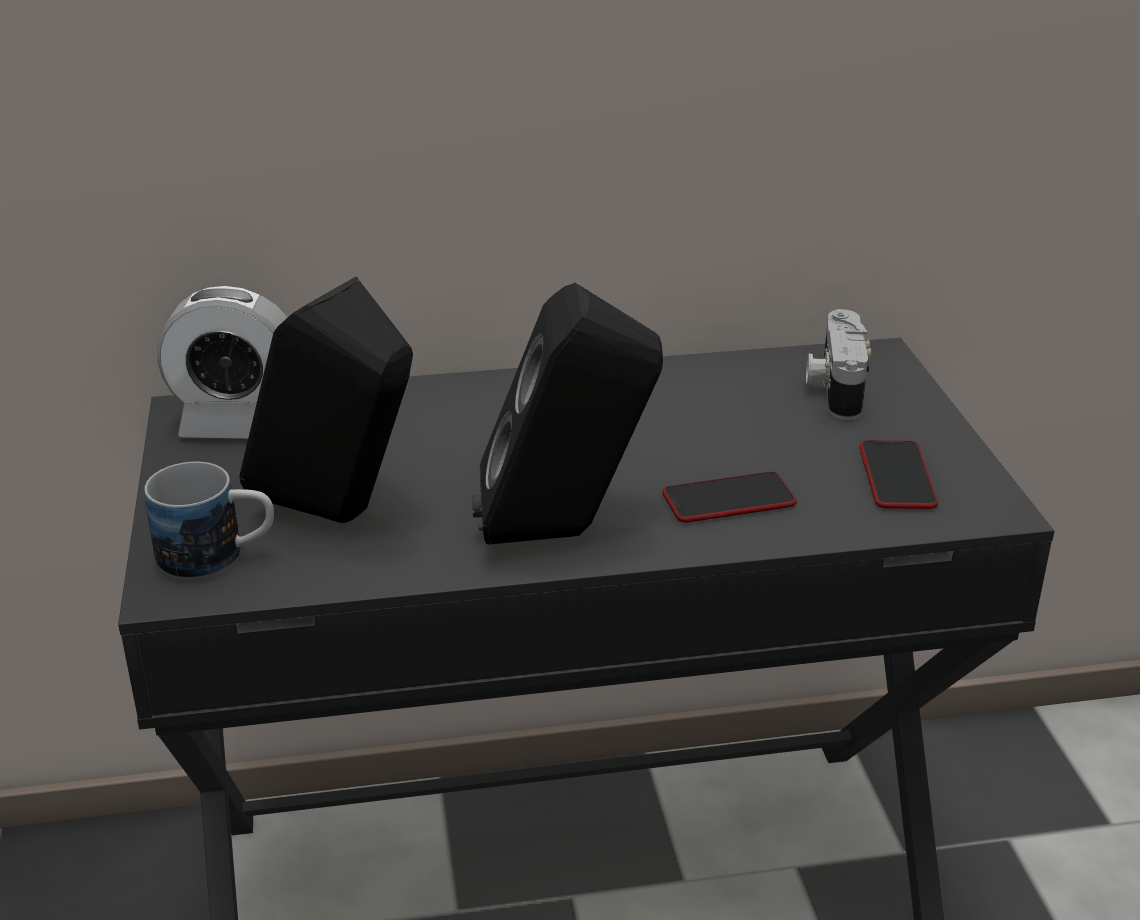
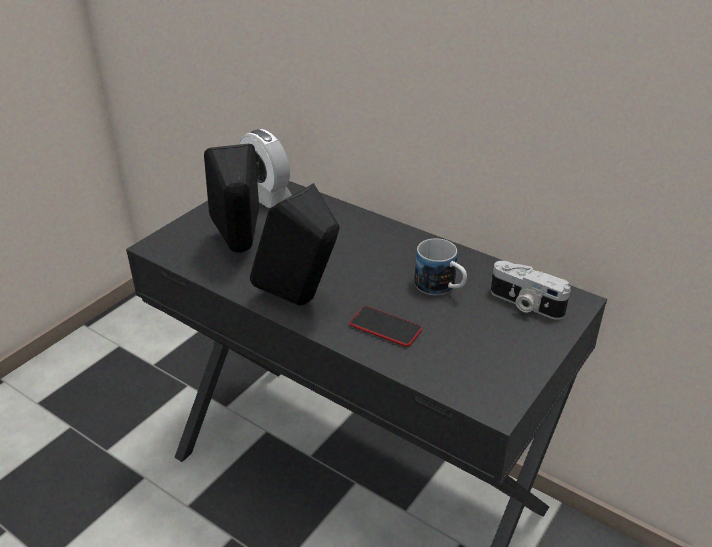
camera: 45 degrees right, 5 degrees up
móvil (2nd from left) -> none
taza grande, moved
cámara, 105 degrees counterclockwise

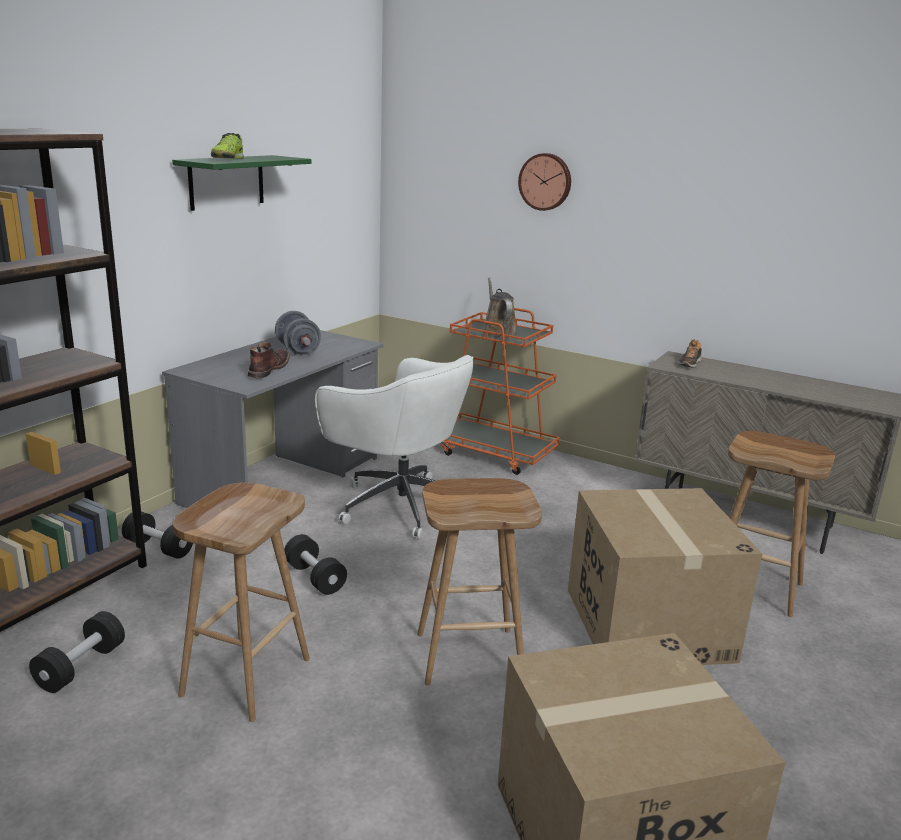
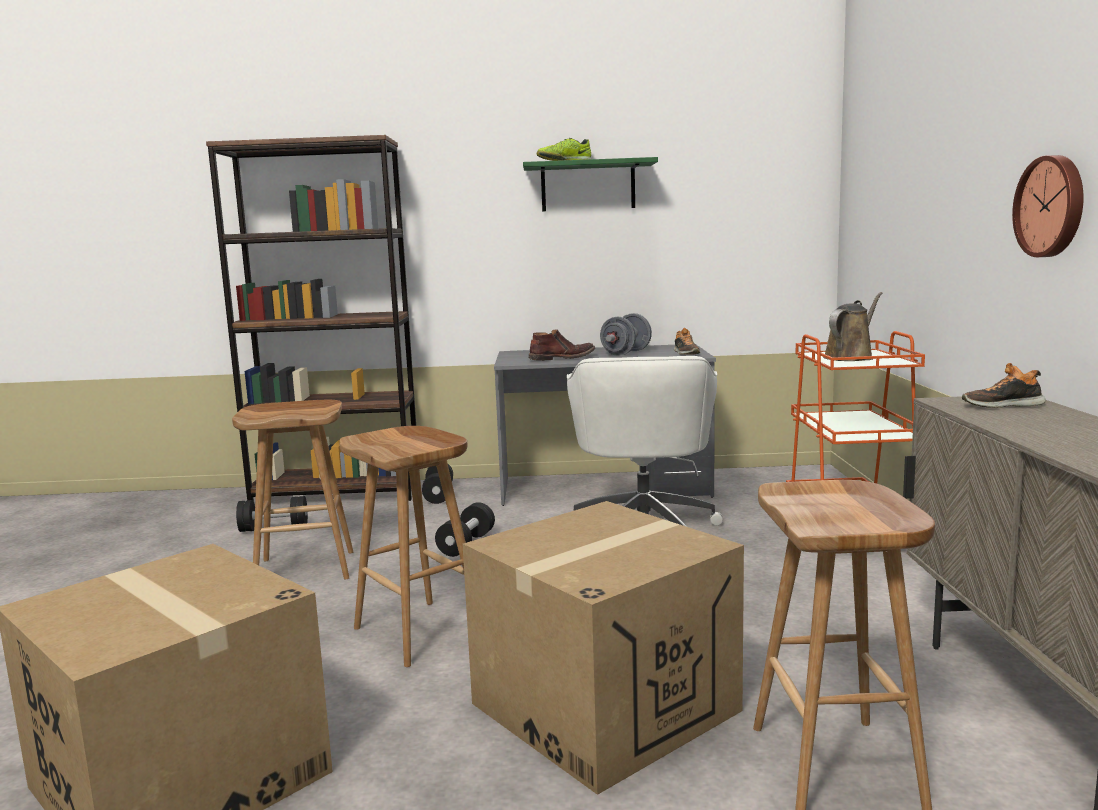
camera: 60 degrees right, 10 degrees down
none -> zapato (2nd from left)
reloj de pared, moved

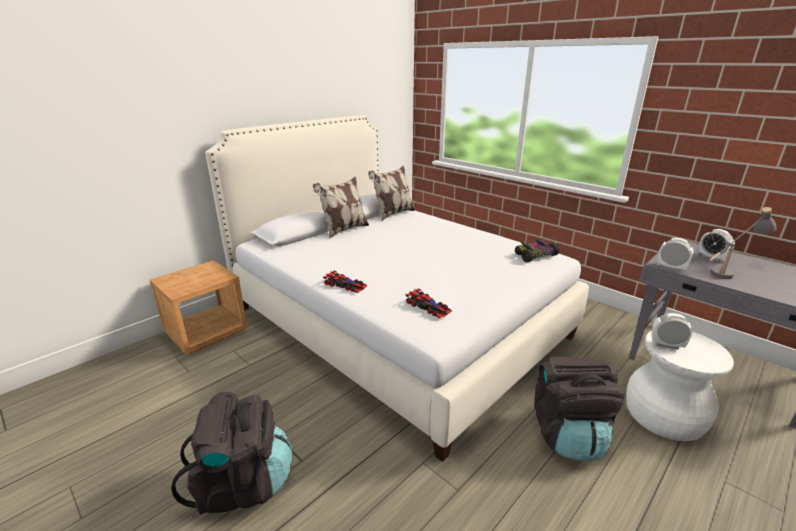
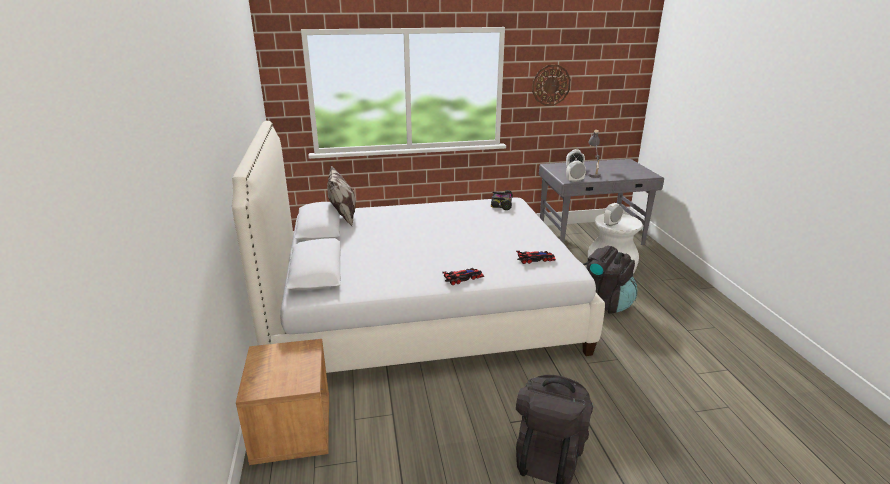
camera: 55 degrees left, 0 degrees up
cojín (1st from left) -> none
none -> reloj de pared

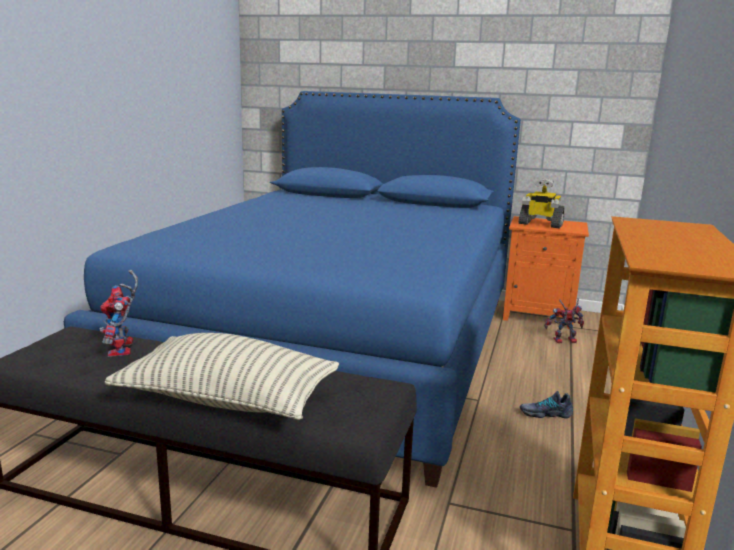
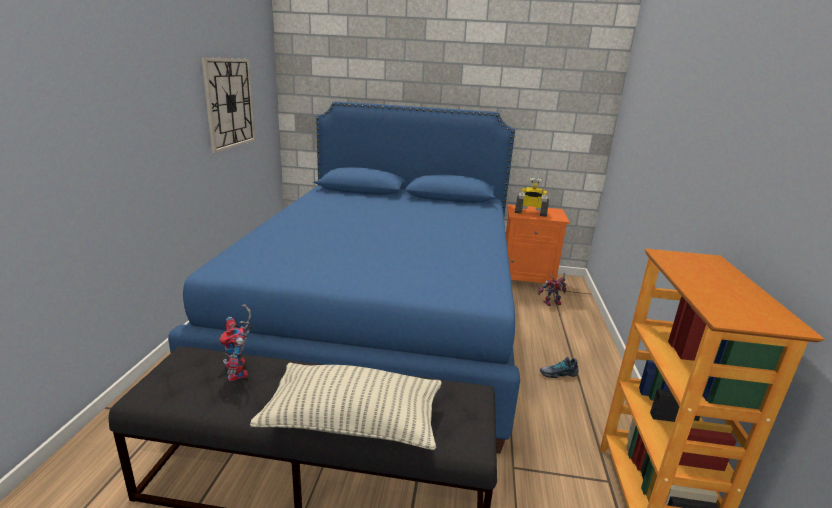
camera: 10 degrees left, 5 degrees up
none -> reloj de pared

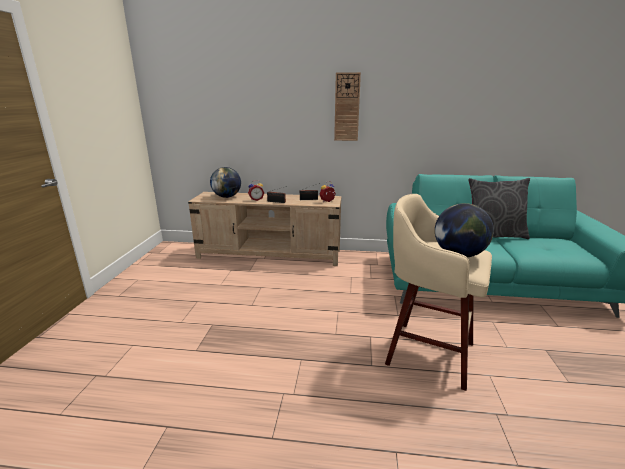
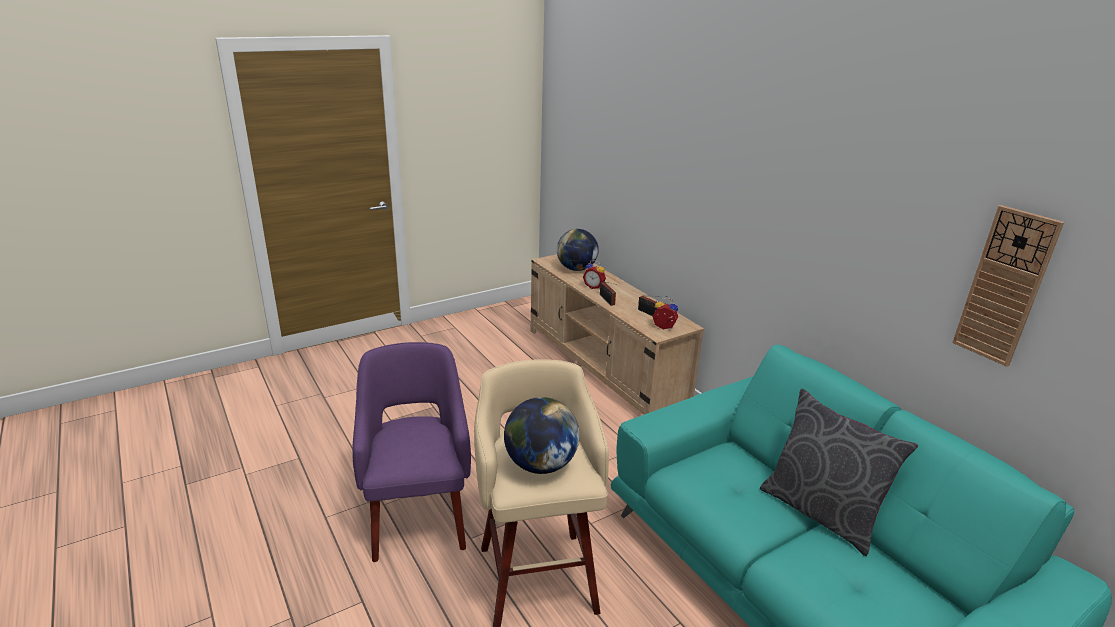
camera: 50 degrees right, 5 degrees up
none -> sillón [morado]
reloj de pared, moved

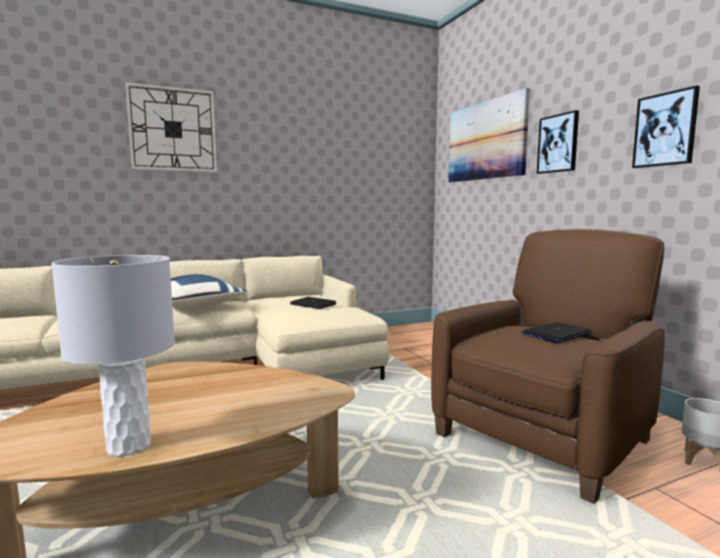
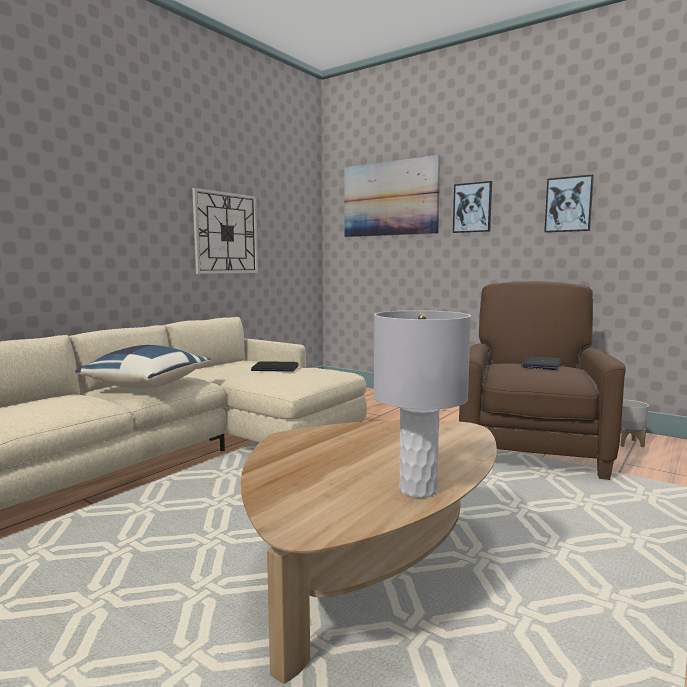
camera: 30 degrees left, 0 degrees up
reloj de pared, moved

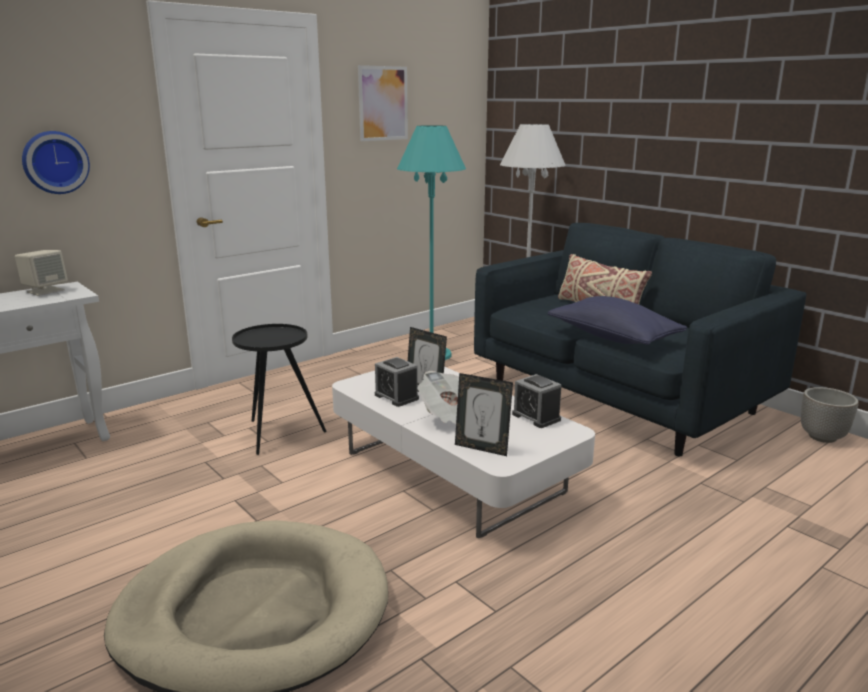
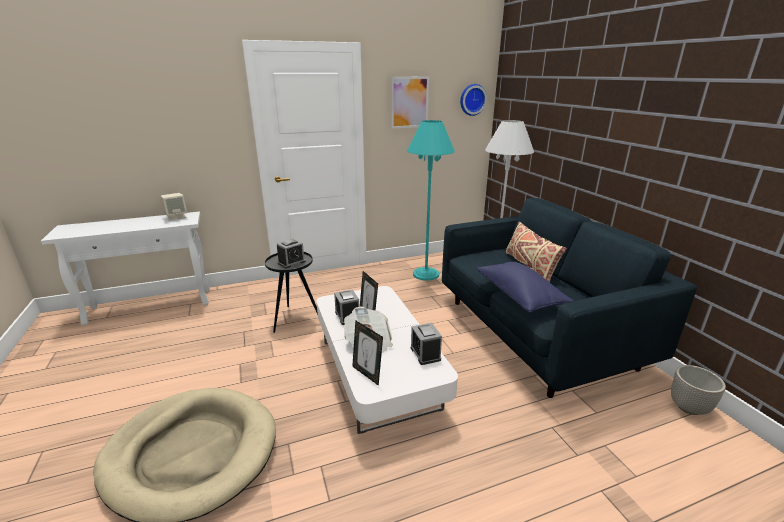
camera: 20 degrees right, 5 degrees up
none -> despertador (1st from left)
reloj de pared, moved

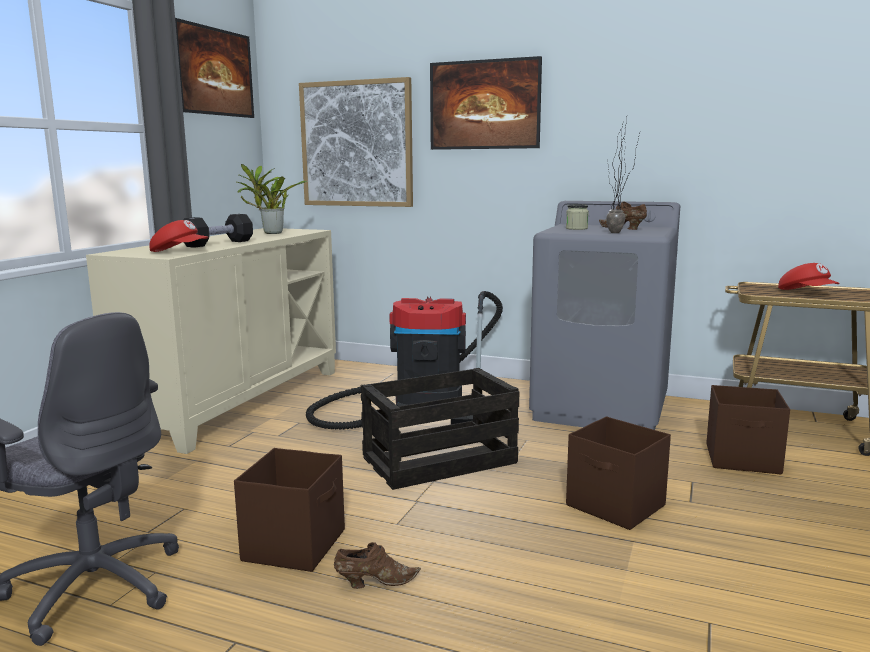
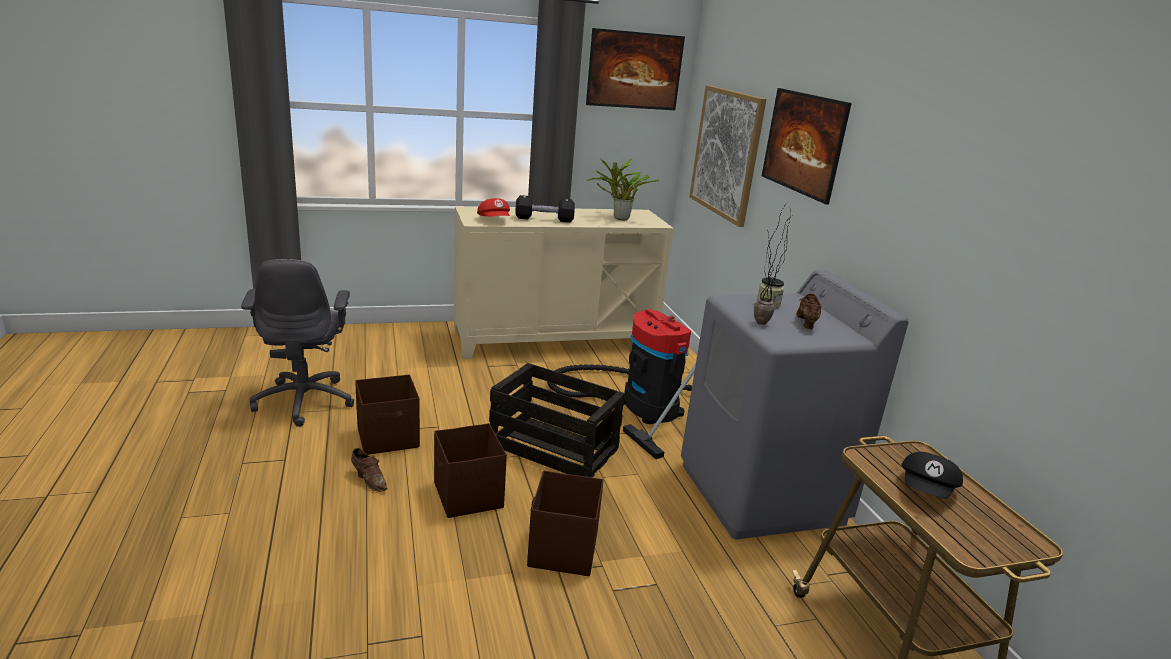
camera: 50 degrees right, 10 degrees up
caja de almacenaje [marrón] (3rd from left in the first image) -> caja de almacenaje [marrón] (2nd from left), moved
gorra [rojo] (2nd from left) -> gorra [negro]

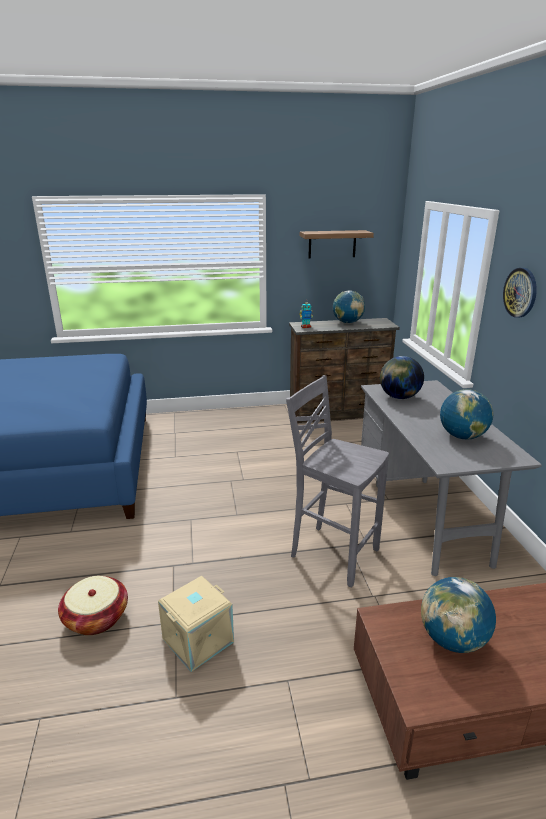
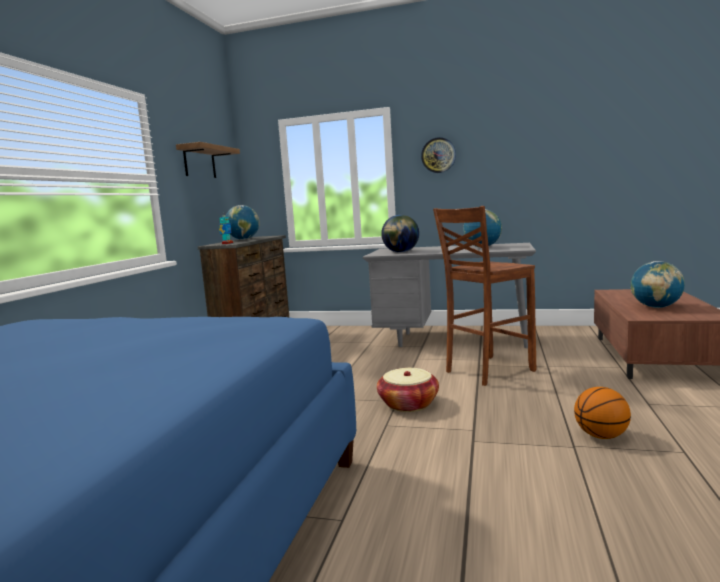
camera: 65 degrees left, 15 degrees down
cesta, moved
caja de almacenaje [beis] -> balón de baloncesto
taburete [gris] -> taburete [marrón]

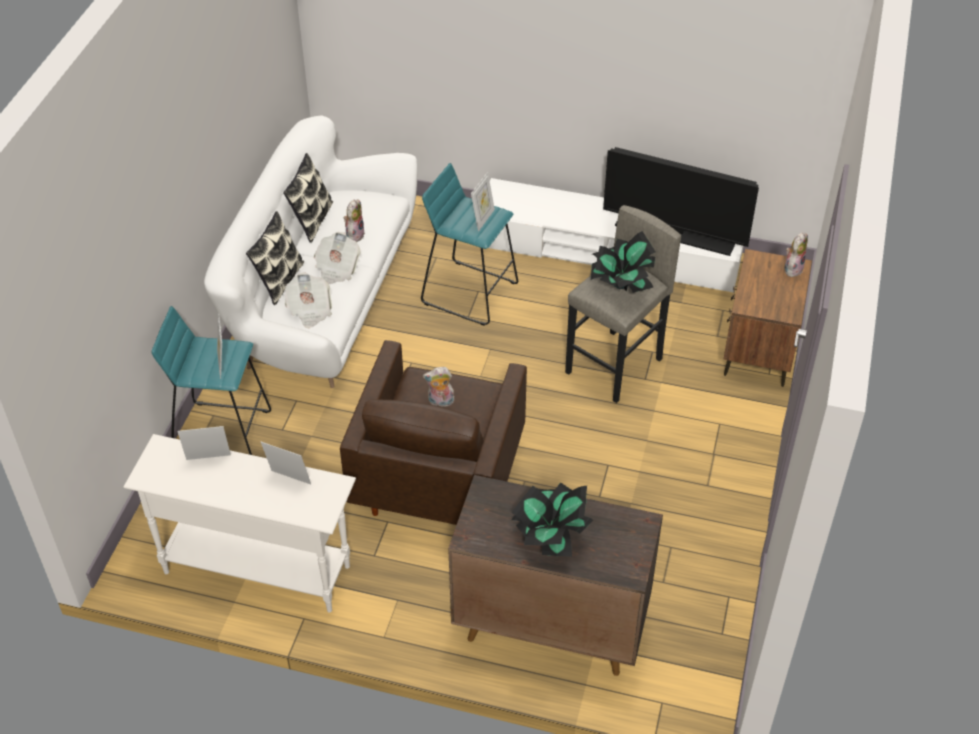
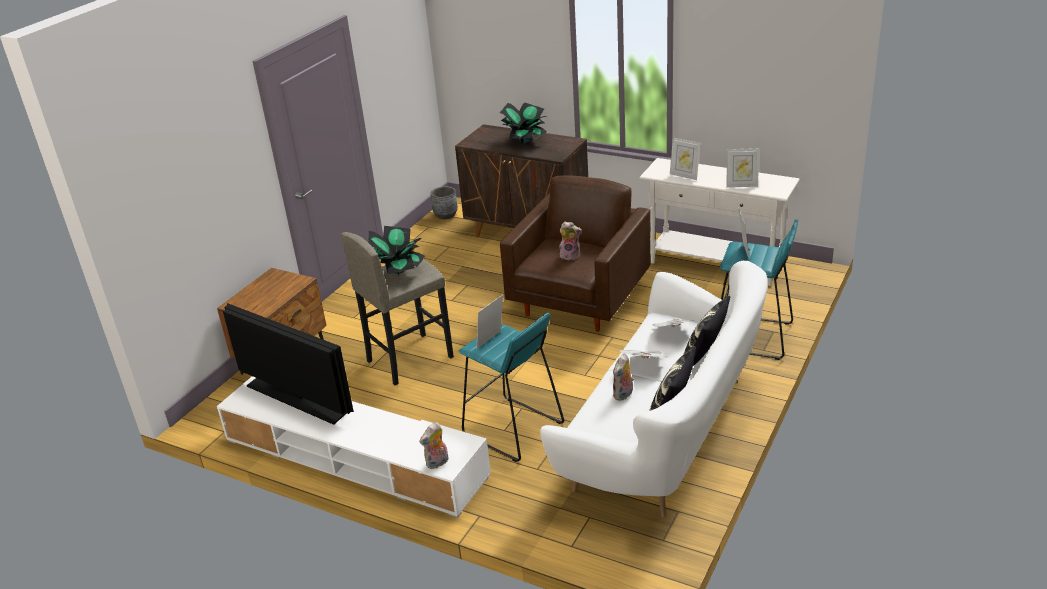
camera: 165 degrees left, 15 degrees down
none -> maceta [gris]
peluche (3rd from left in the first image) -> peluche (1st from left), moved

